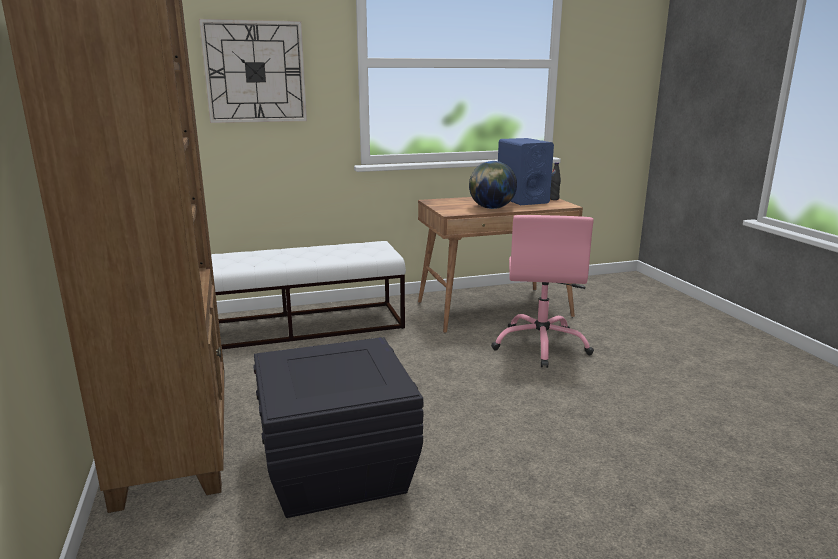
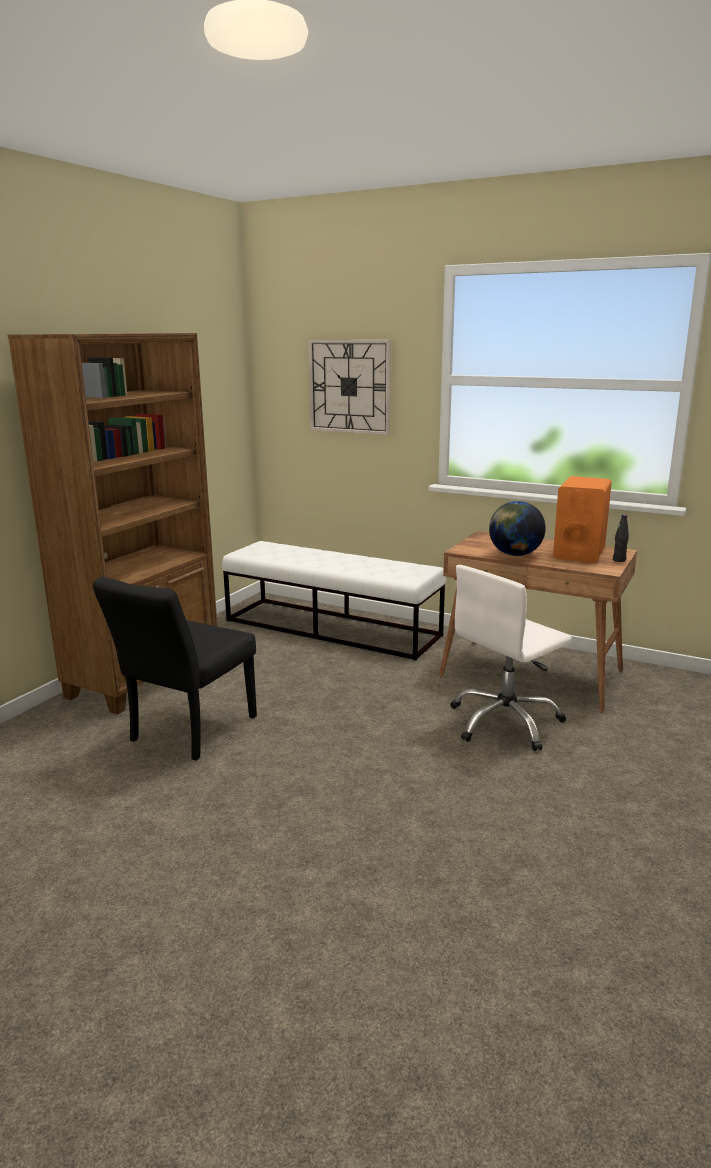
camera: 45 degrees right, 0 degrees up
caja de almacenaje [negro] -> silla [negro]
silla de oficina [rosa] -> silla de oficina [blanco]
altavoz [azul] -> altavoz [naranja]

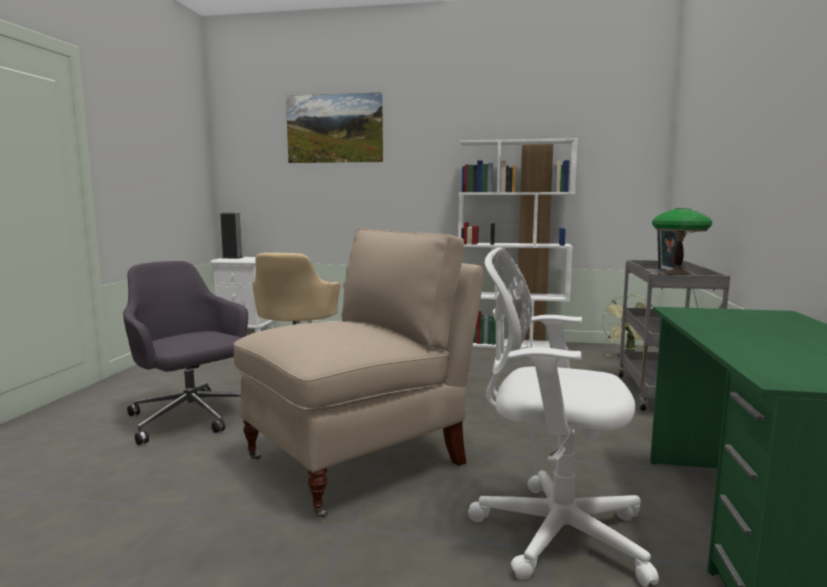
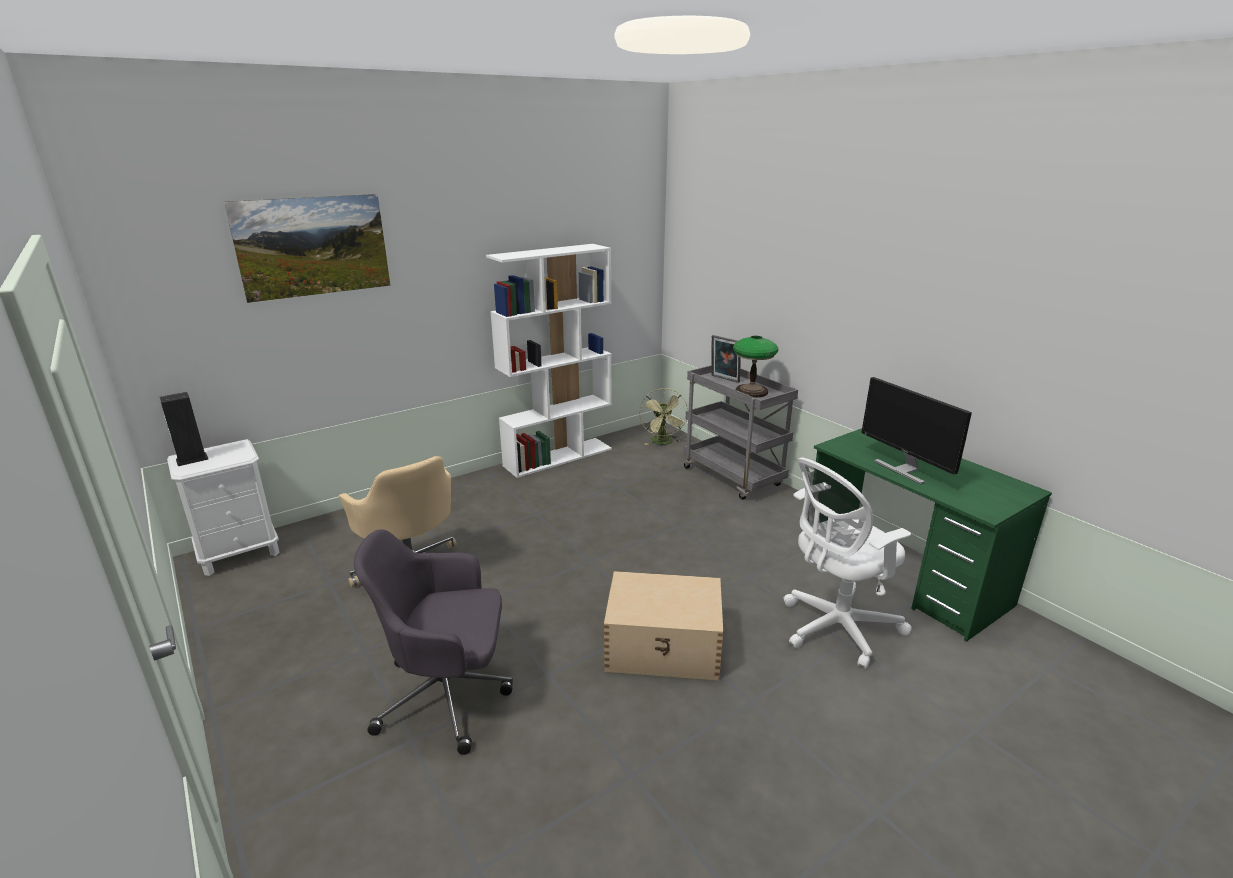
camera: 45 degrees left, 15 degrees up
none -> monitor
silla [beis] -> caja de almacenaje [beis]

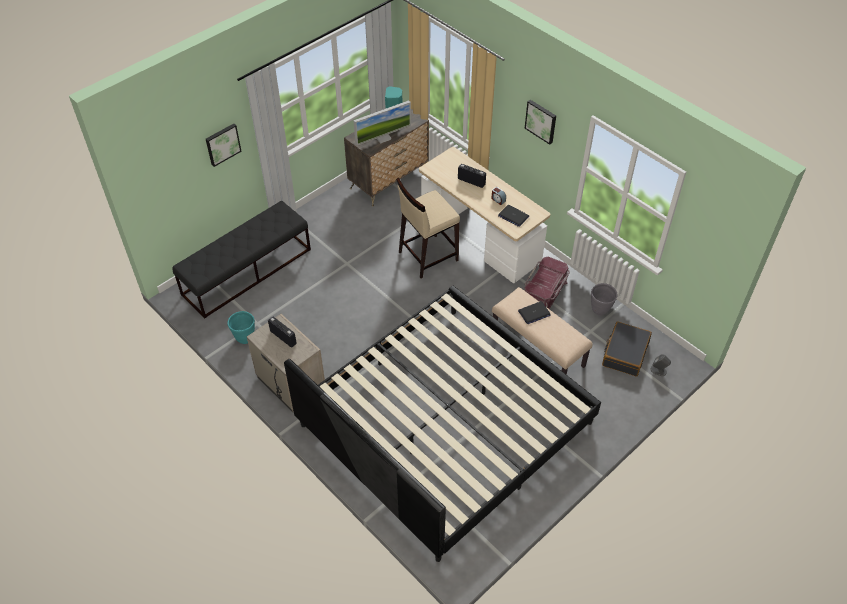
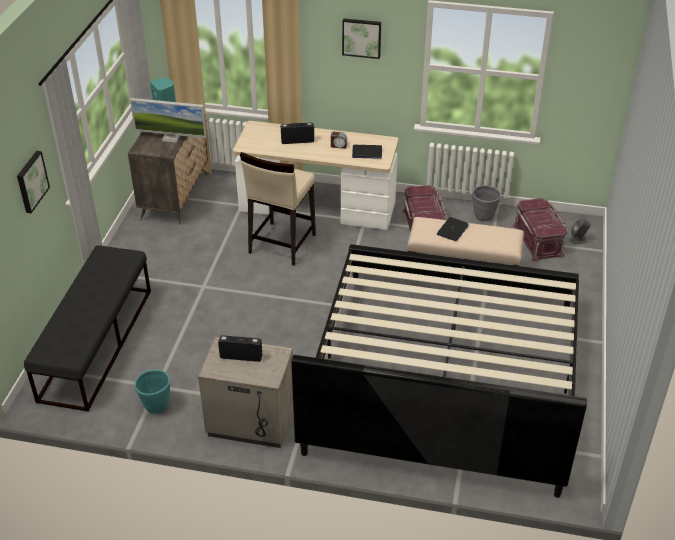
camera: 35 degrees left, 10 degrees down
maleta [negro] -> caja de almacenaje [rojo] (2nd from left)
monitor, 75 degrees clockwise

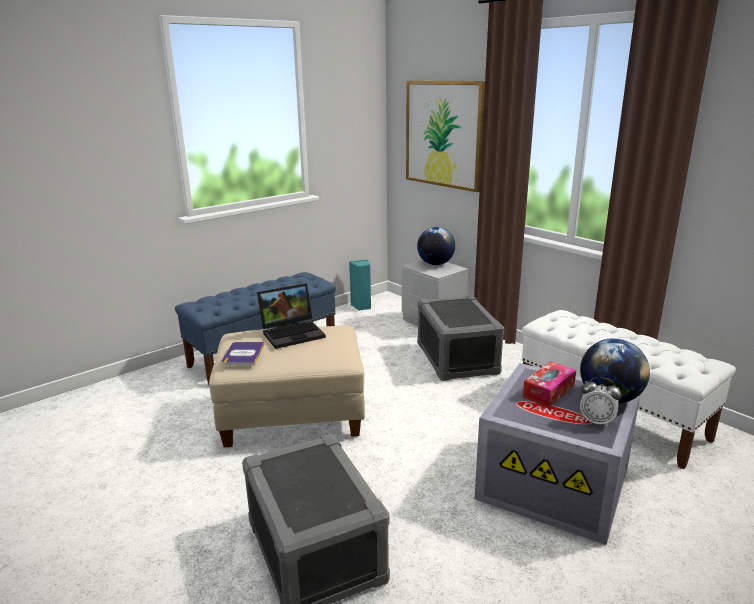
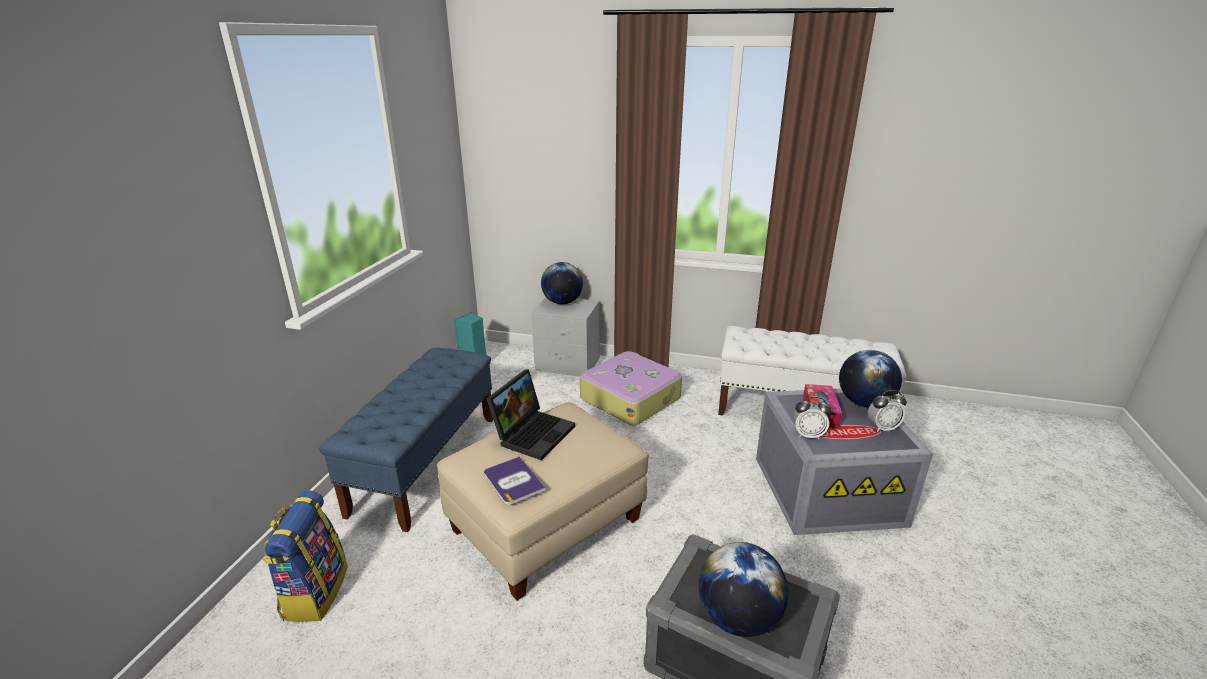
camera: 35 degrees left, 5 degrees up
cuadro -> none
none -> mochila
none -> globo terráqueo (2nd from left)
none -> despertador (1st from left)
caja de almacenaje [gris] (2nd from left) -> maleta

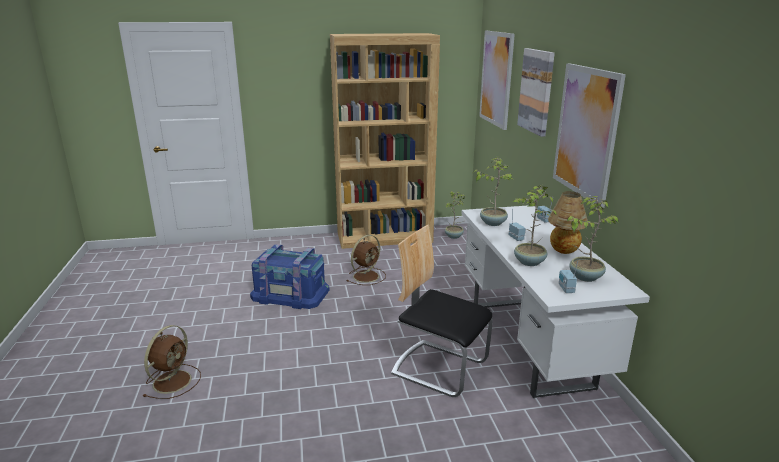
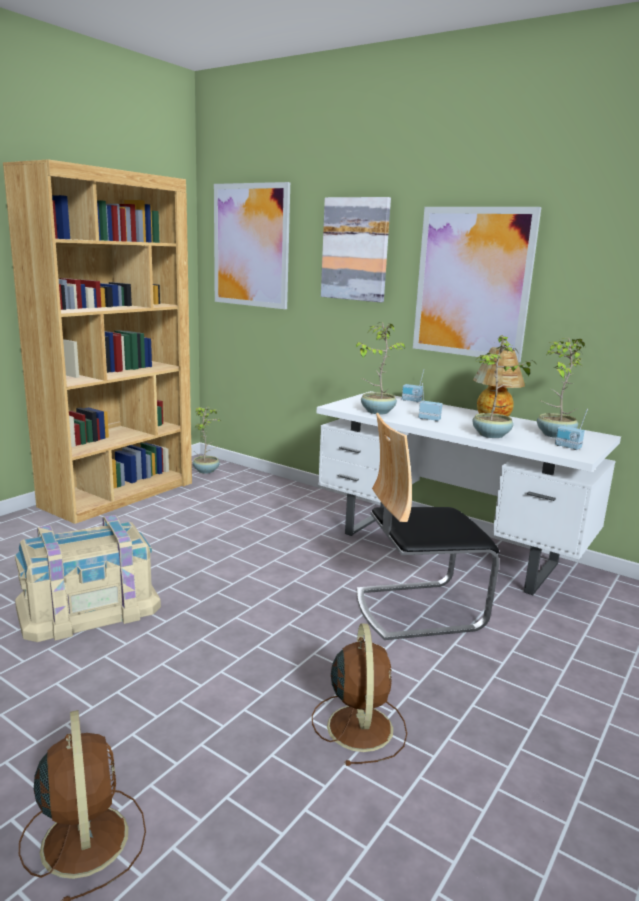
camera: 45 degrees left, 5 degrees down
ventilador [marrón] (2nd from left), moved
caja de almacenaje [azul] -> caja de almacenaje [beis]

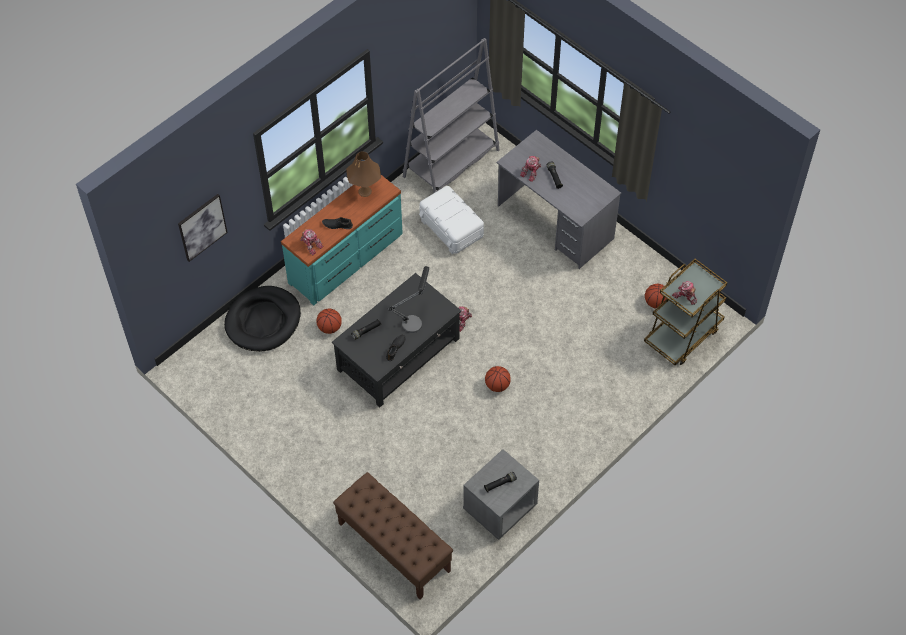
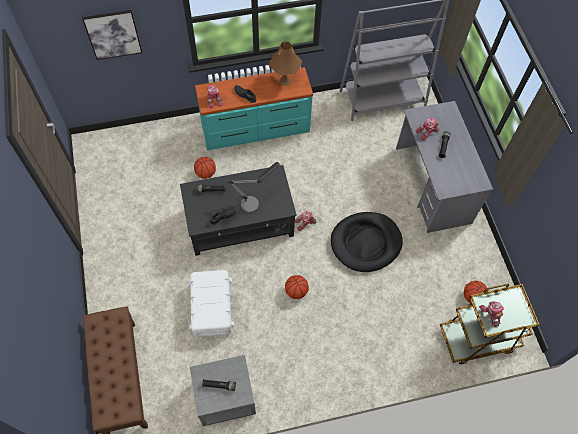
camera: 30 degrees right, 5 degrees up
cama para perro [negro], moved
caja de almacenaje [blanco], moved

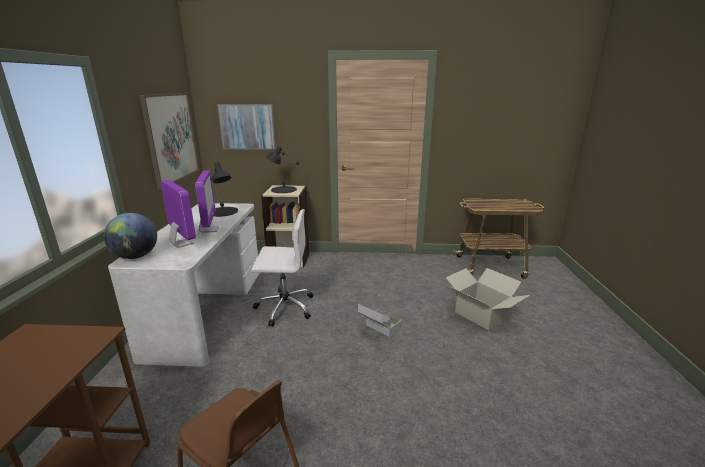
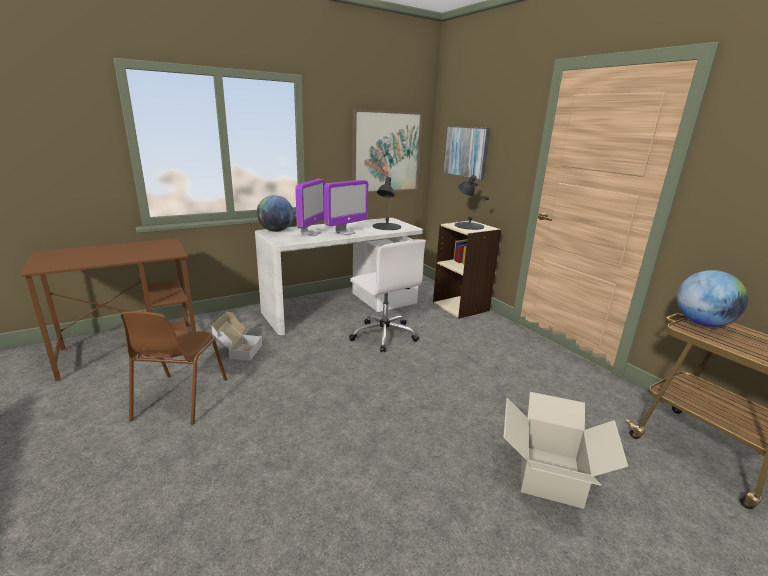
camera: 55 degrees right, 0 degrees up
none -> globo terráqueo (2nd from left)
caja de cartón (1st from left), moved

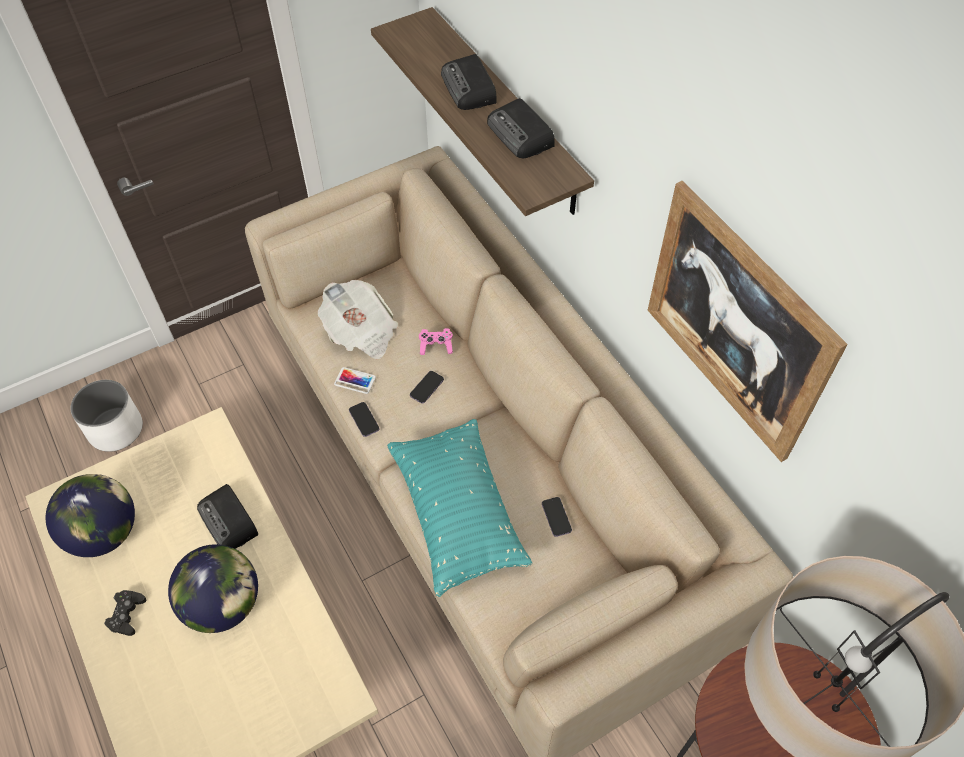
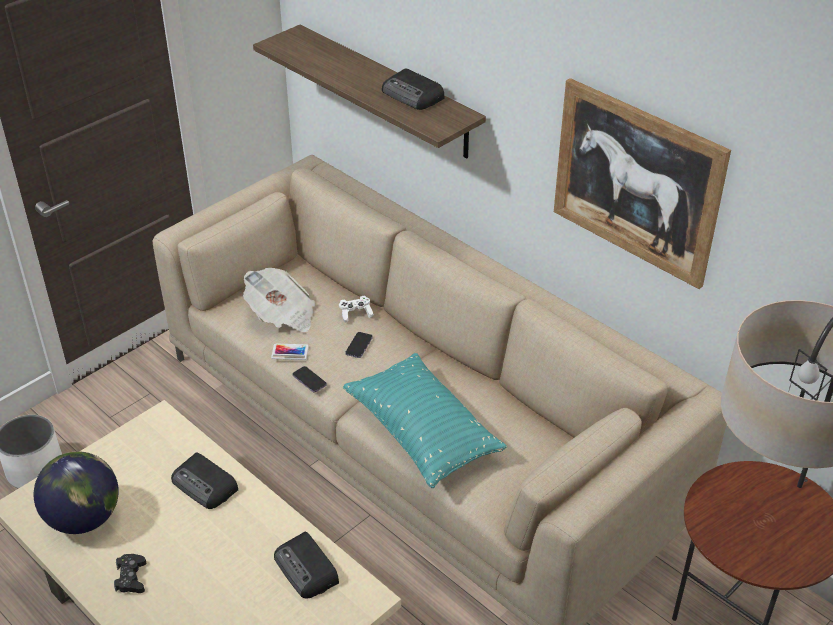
camera: 15 degrees left, 15 degrees down
globo terráqueo (2nd from left) -> none
móvil (4th from left) -> none
radio (2nd from left), moved
mando de consola [rosa] -> mando de consola [blanco]

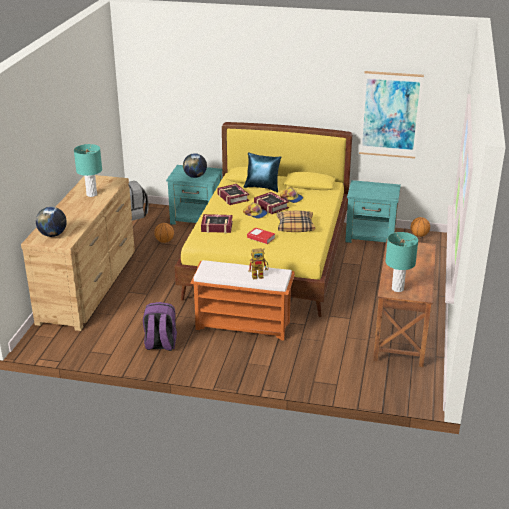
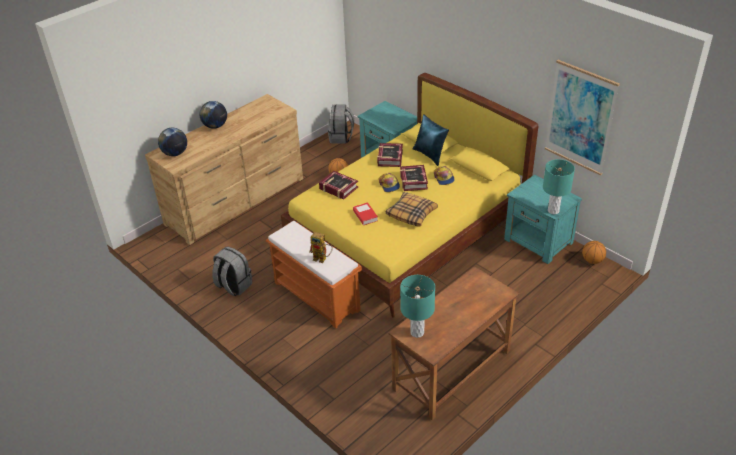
camera: 35 degrees right, 10 degrees up
lámpara de mesa [turquesa] (1st from left in the first image) -> lámpara de mesa [turquesa] (2nd from left), moved
globo terráqueo (2nd from left), moved
mochila [morado] -> mochila [gris] (1st from left)

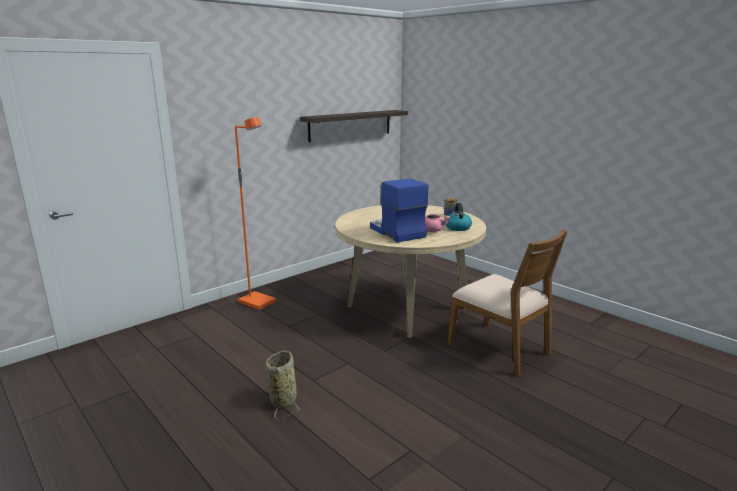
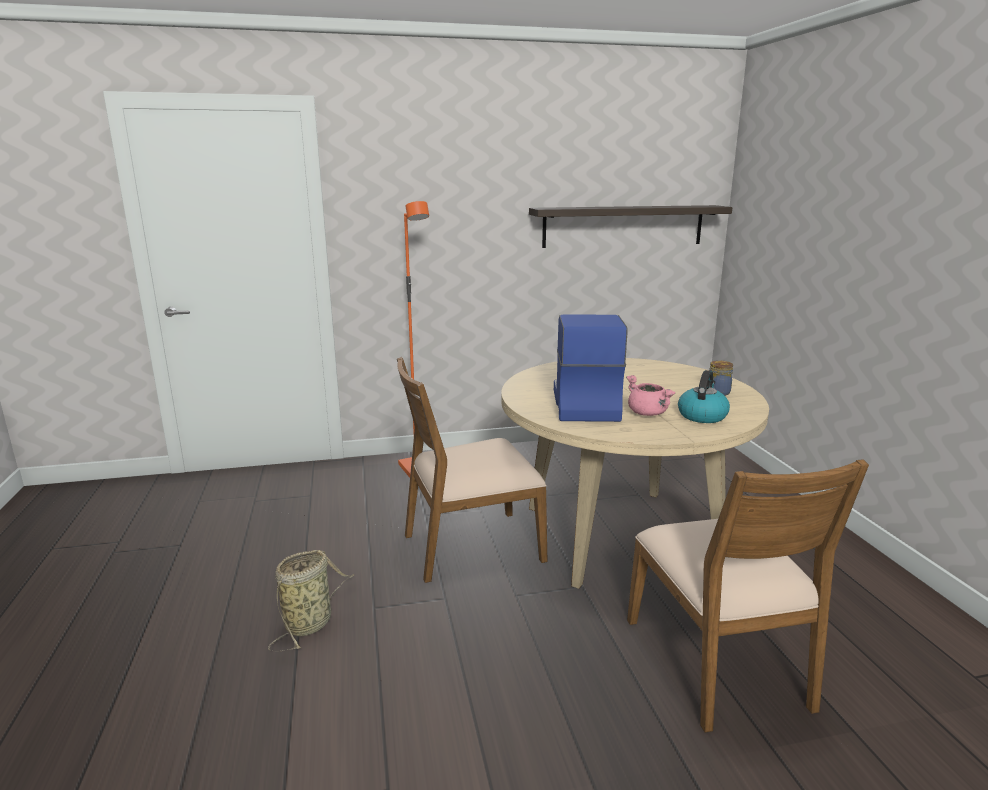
camera: 30 degrees right, 0 degrees up
none -> silla [marrón] (1st from left)

